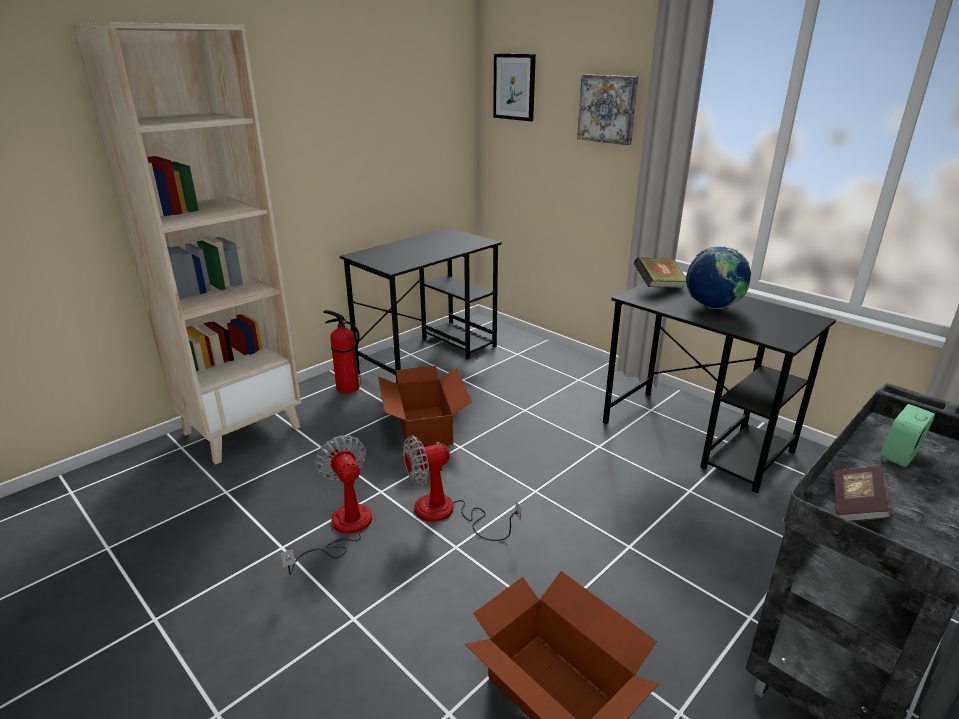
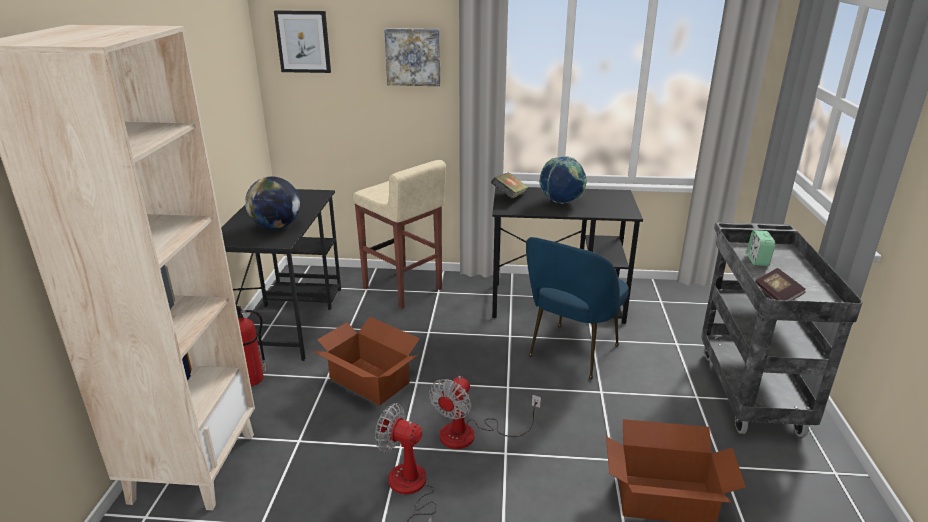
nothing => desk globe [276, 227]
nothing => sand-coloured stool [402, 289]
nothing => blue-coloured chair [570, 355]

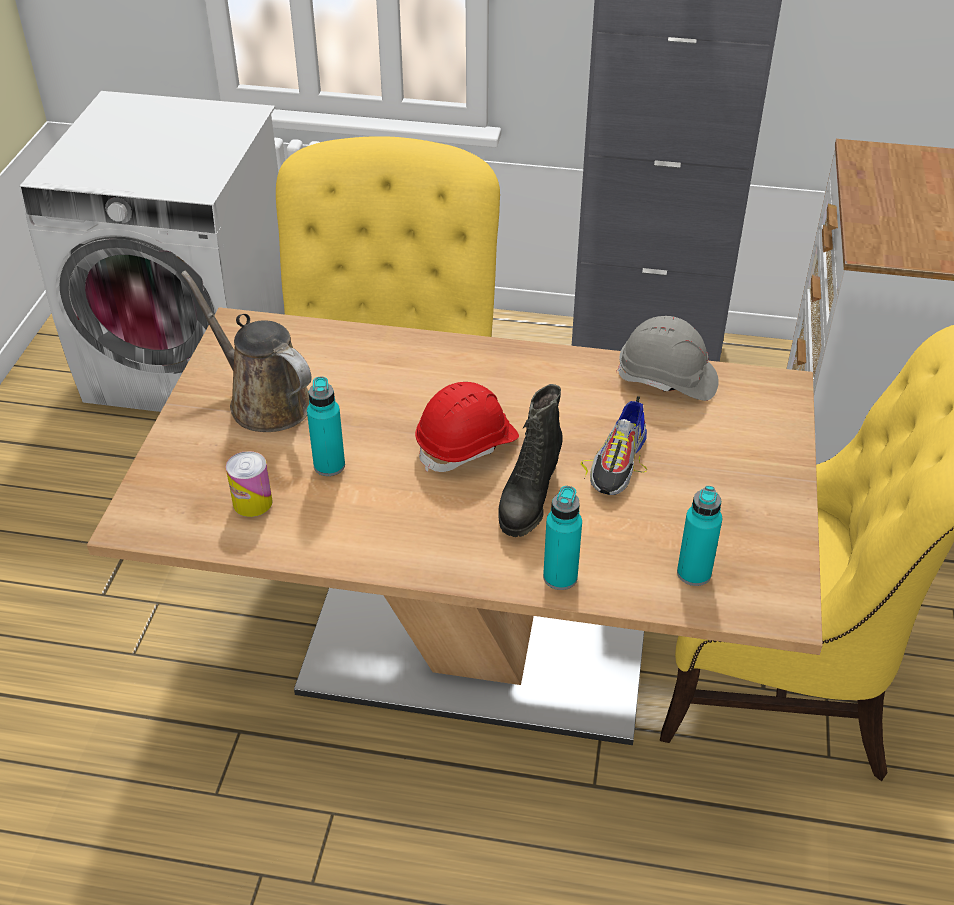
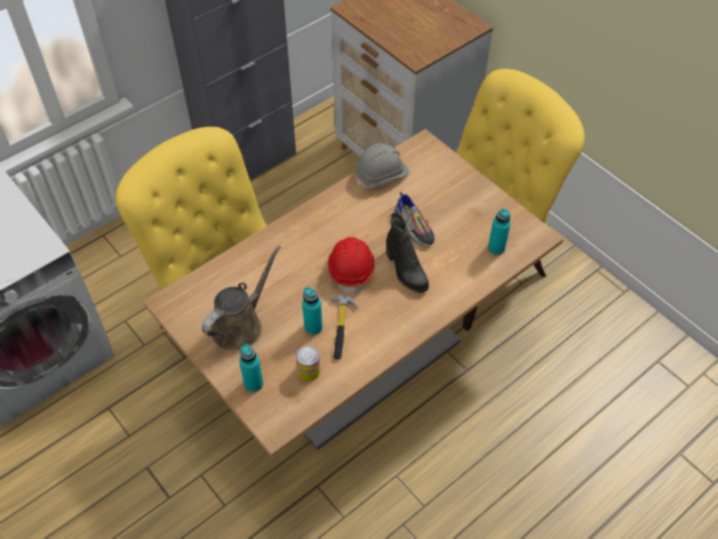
brown-coloured watering can [264, 401] => brown-coloured watering can [240, 325], 135 degrees clockwise
turquoise bottle [560, 577] => turquoise bottle [253, 384], shifted
nothing => tool hammer [341, 328]

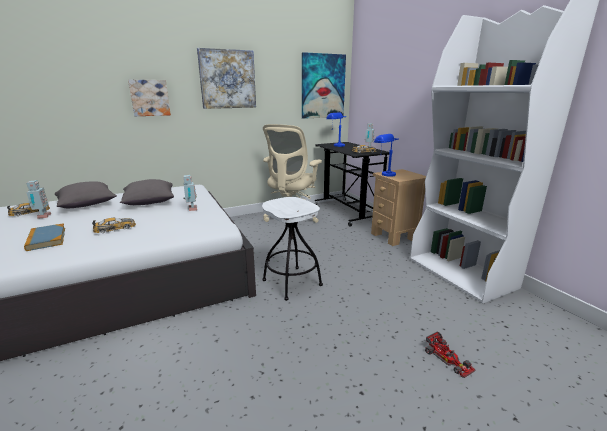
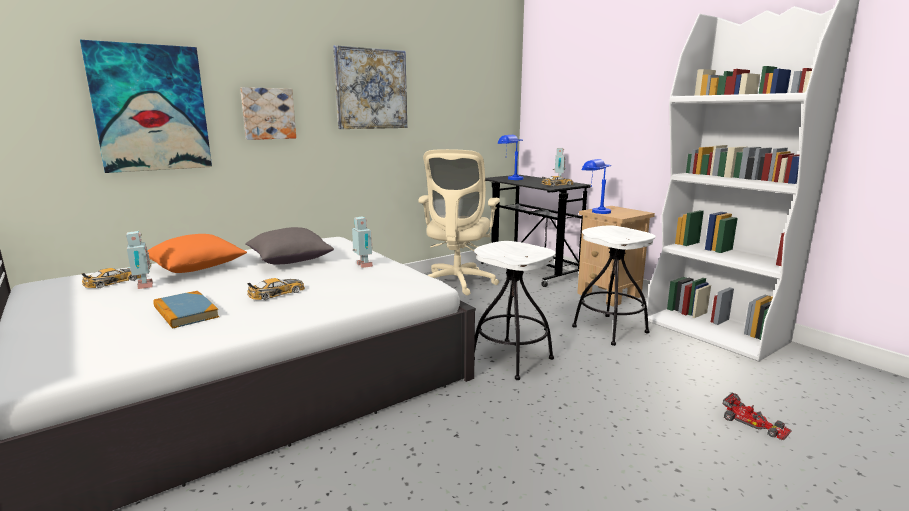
grey throw pillow [87, 204] => orange throw pillow [197, 268]
wall picture [323, 86] => wall picture [151, 108], shifted
nothing => white-coloured stool [610, 329]

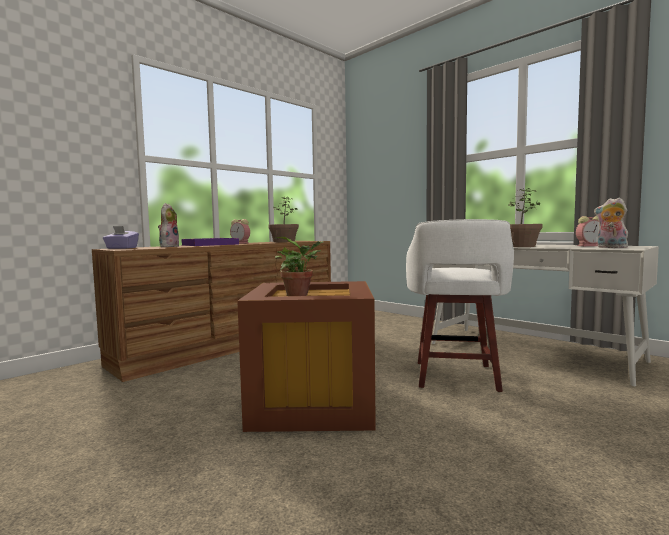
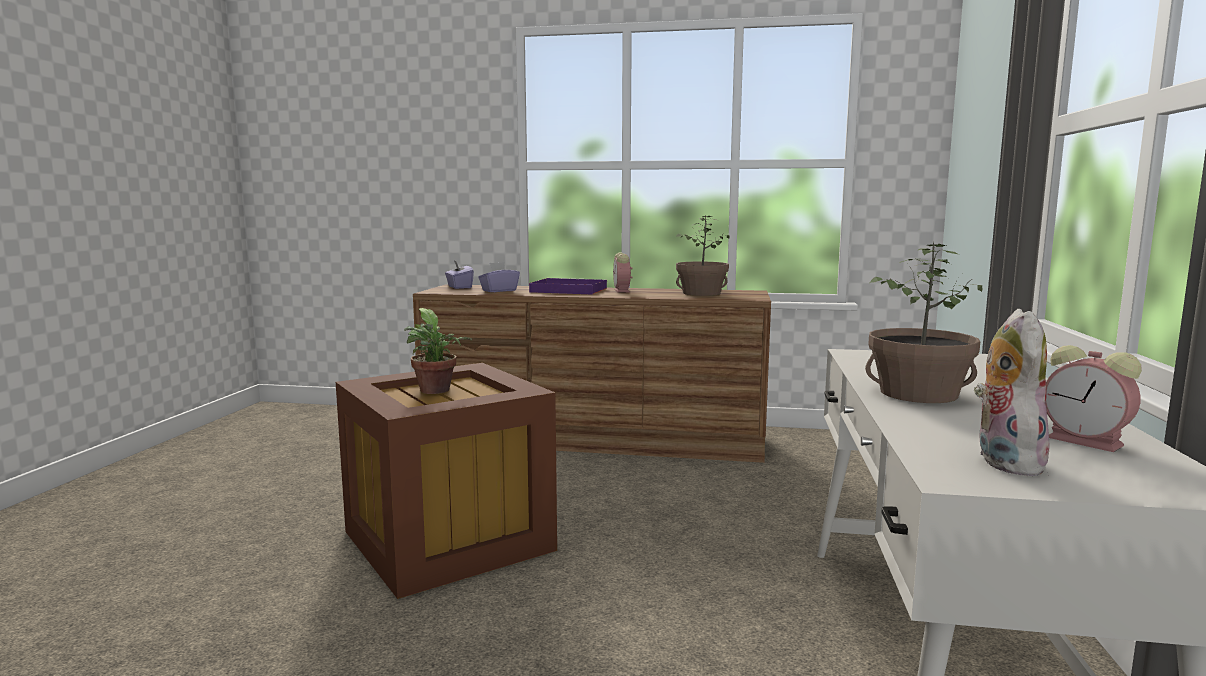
soft toy [169, 247] => purple box of tissues [499, 290]
white-coloured stool [456, 377] => nothing

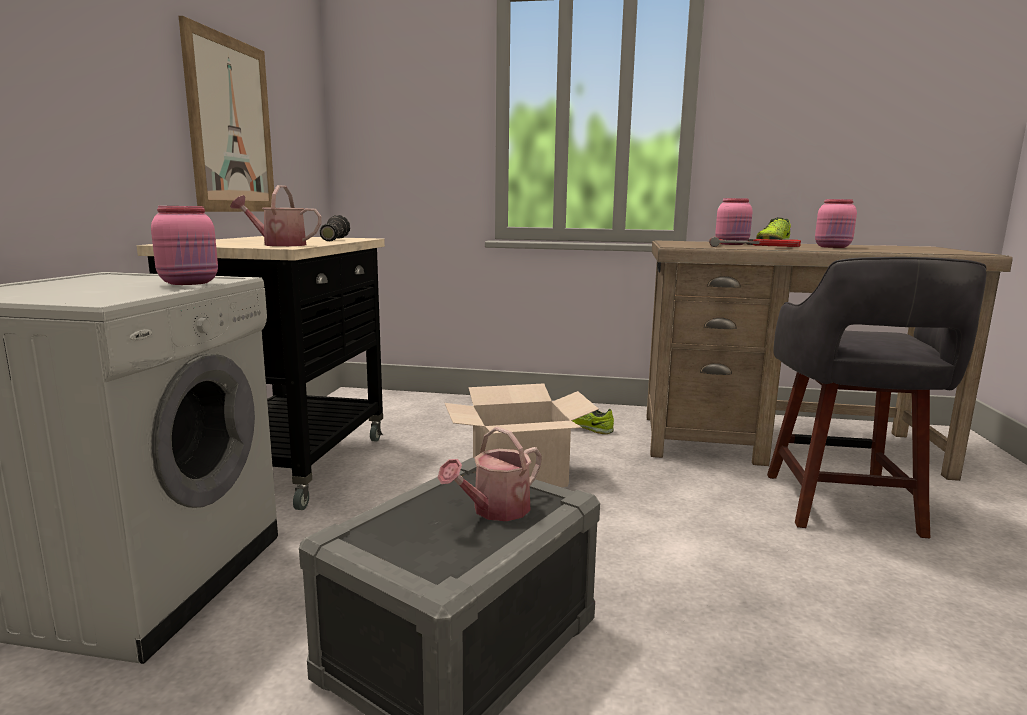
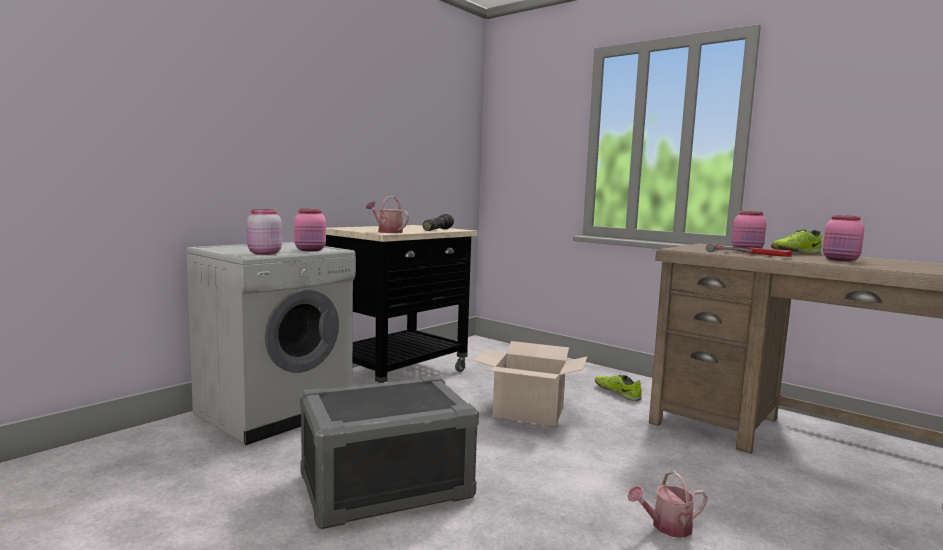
wall picture [231, 126] => nothing
watering can [495, 510] => watering can [666, 527], shifted
grey stool [841, 508] => nothing
nothing => pink-coloured storage jar [263, 253]

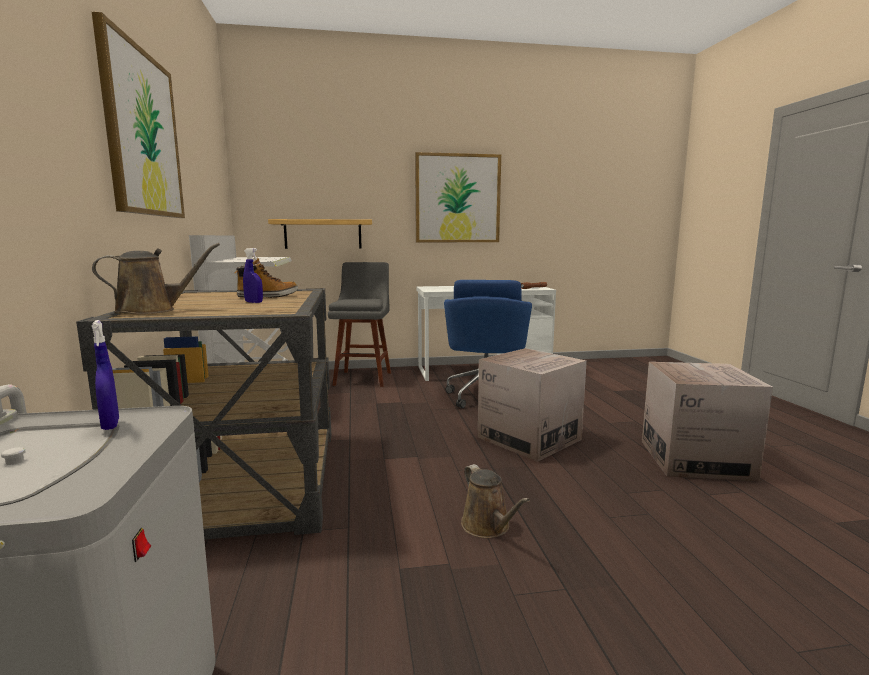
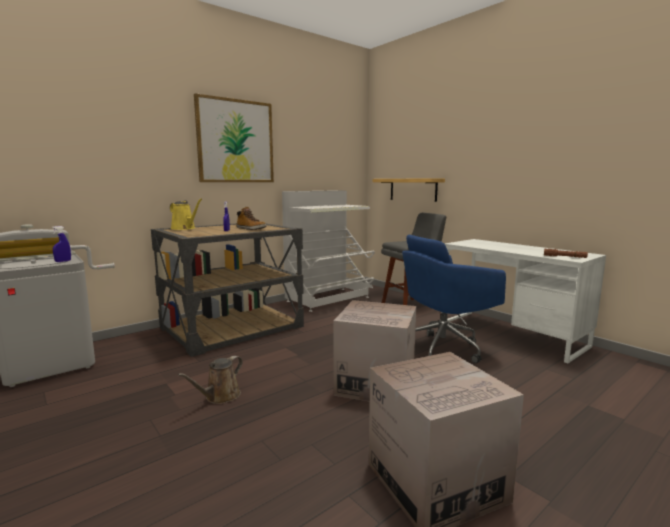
brown-coloured watering can [152, 310] => yellowish watering can [184, 228]
wall picture [457, 198] => nothing

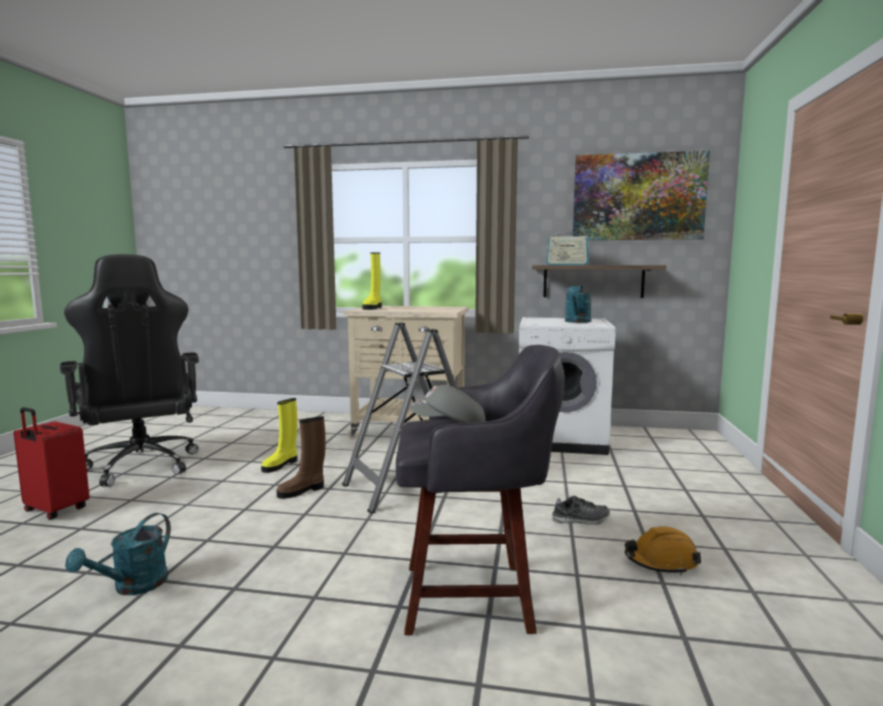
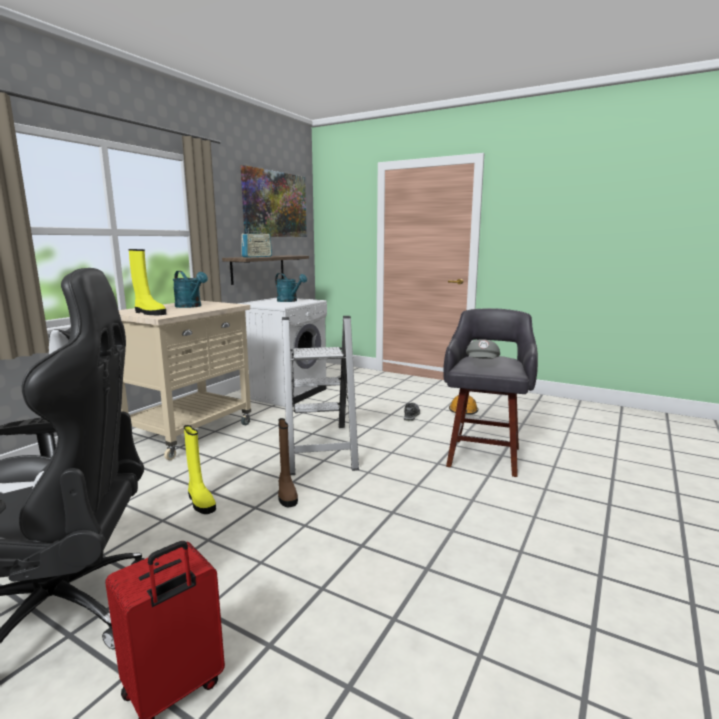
turquoise watering can [133, 587] => turquoise watering can [191, 306], shifted

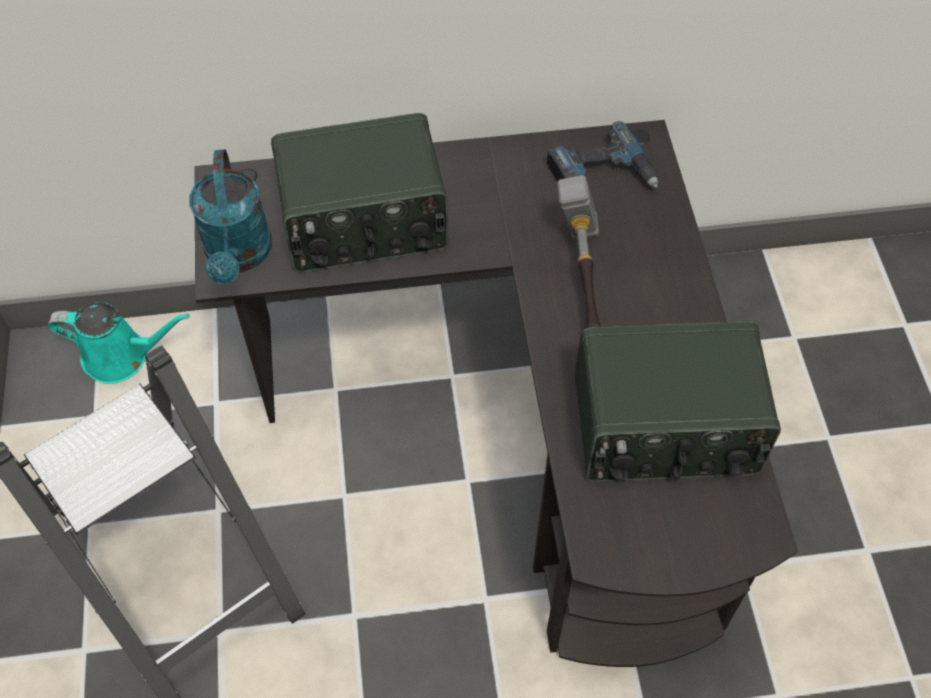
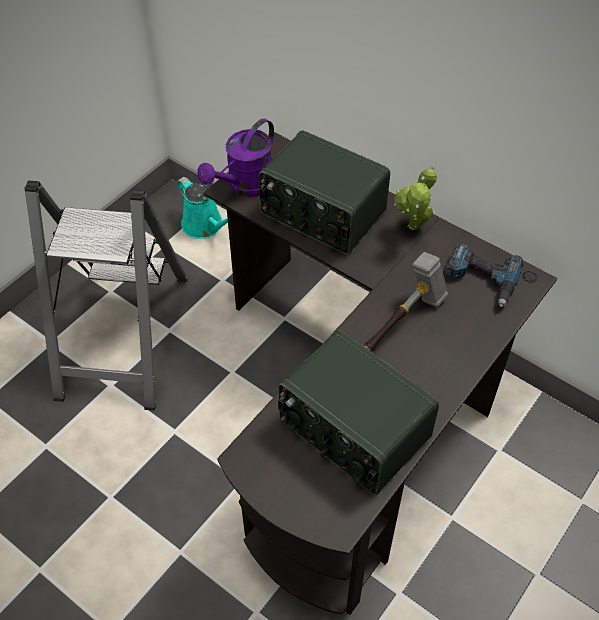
turquoise watering can [238, 256] => purple watering can [245, 187]
nothing => houseplant [413, 229]

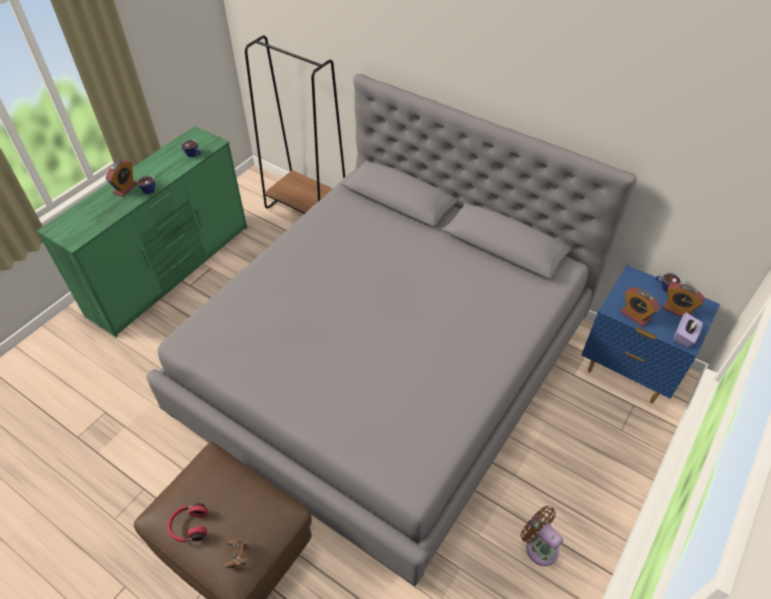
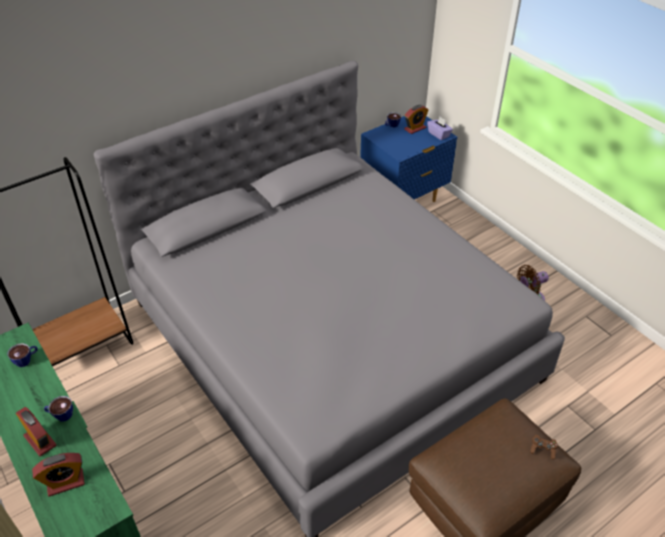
reddish headphones [189, 526] => nothing
bedside clock [635, 315] => bedside clock [65, 482], shifted

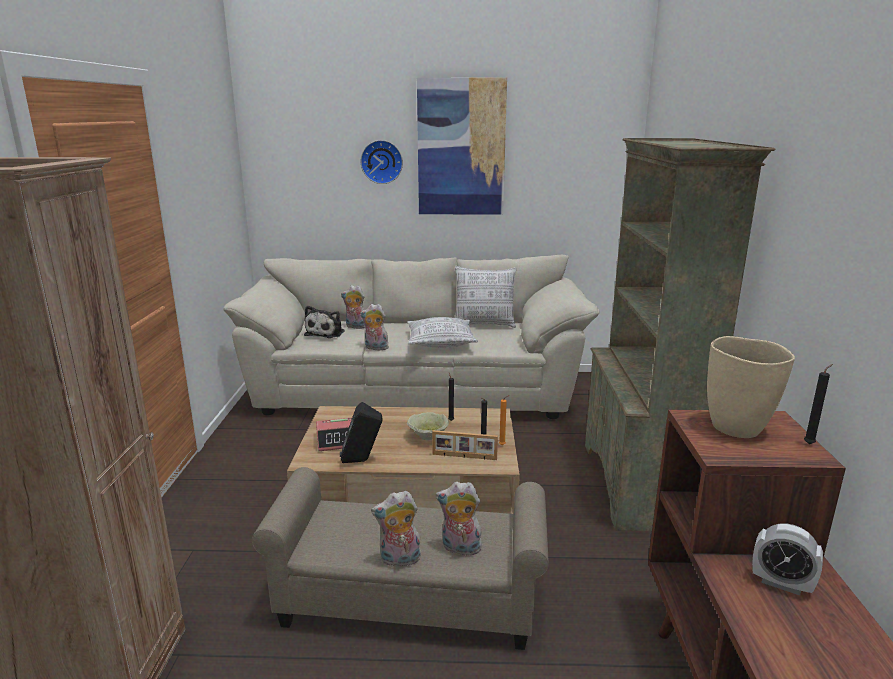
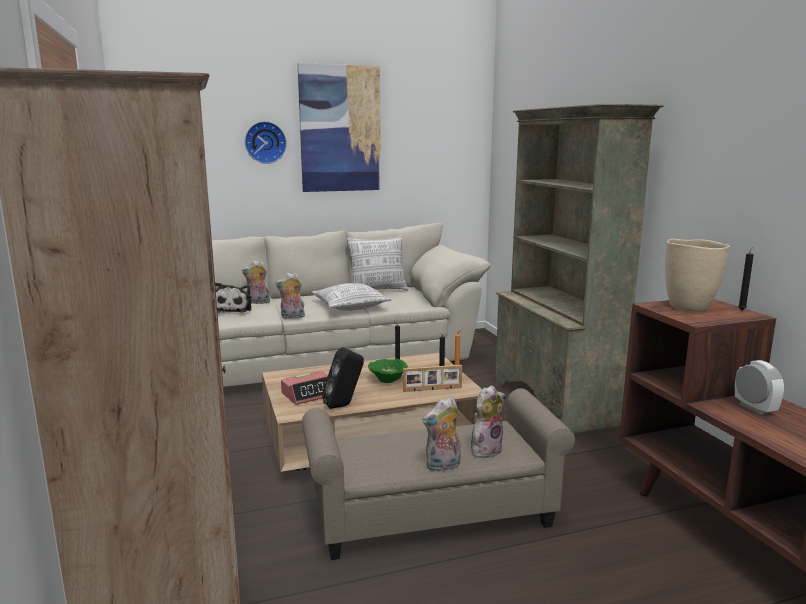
sand-coloured deep dish [427, 436] => greenish deep dish [387, 380]
soft toy [460, 549] => soft toy [486, 449], 150 degrees clockwise
bedside clock [781, 583] => bedside clock [755, 408], 120 degrees counterclockwise

